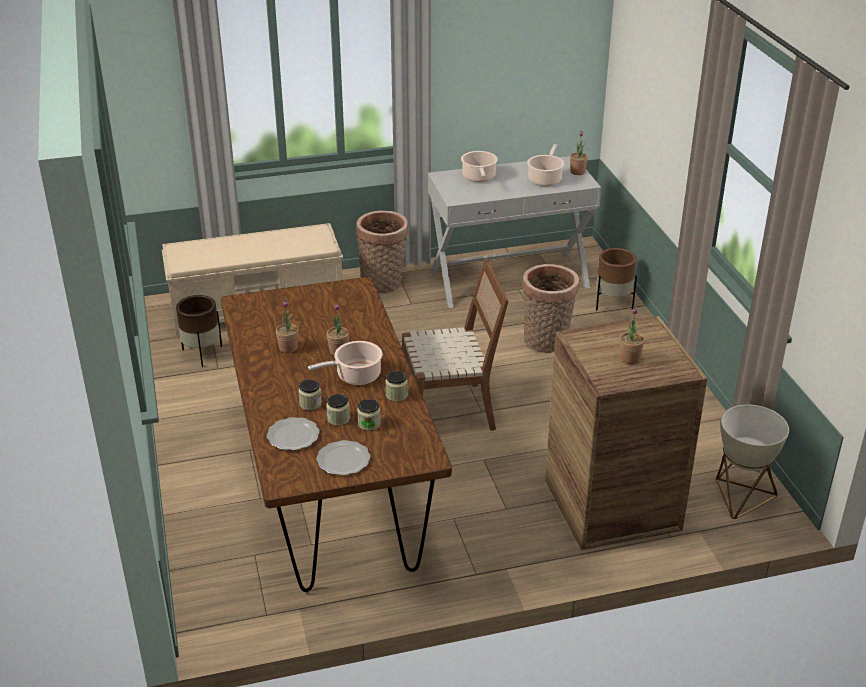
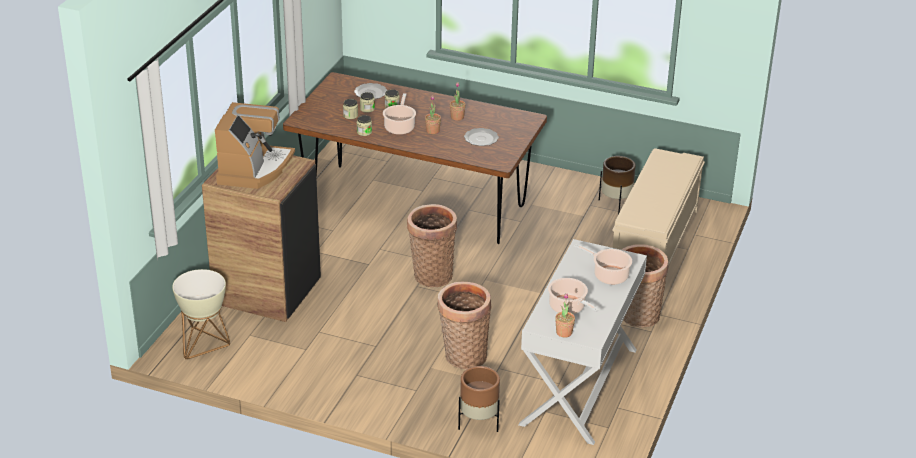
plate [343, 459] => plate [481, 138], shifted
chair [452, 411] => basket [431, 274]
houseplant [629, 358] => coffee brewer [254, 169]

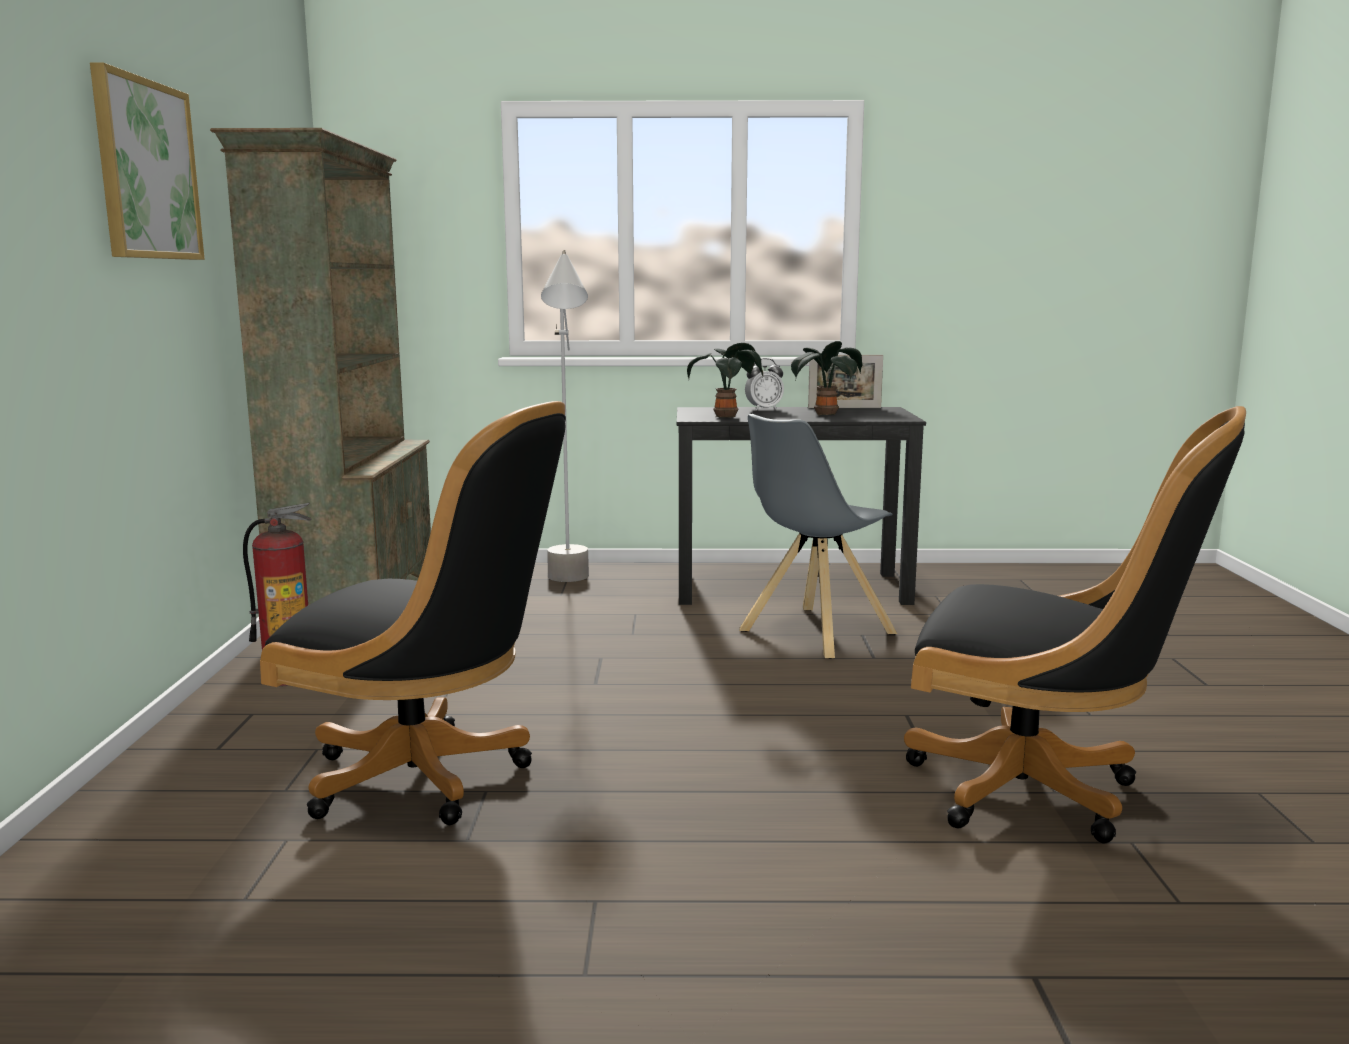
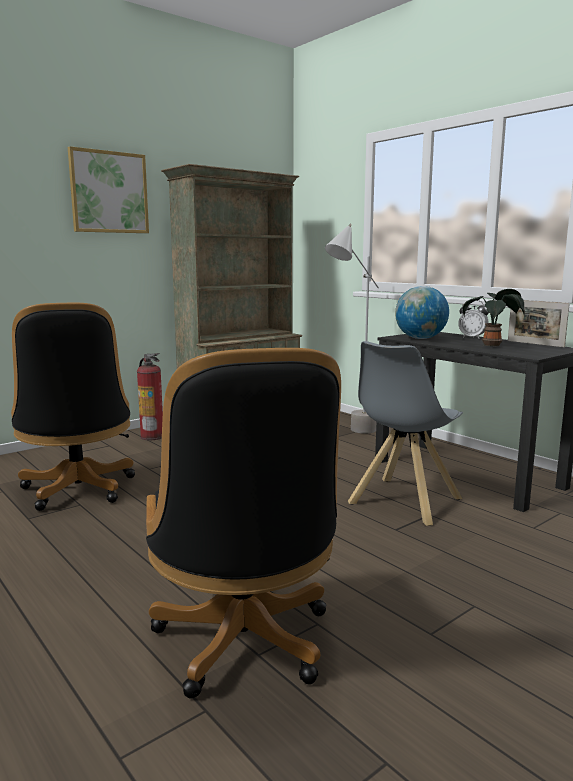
houseplant [727, 416] => desk globe [420, 338]
grey chair [813, 633] => grey chair [403, 502], 60 degrees counterclockwise

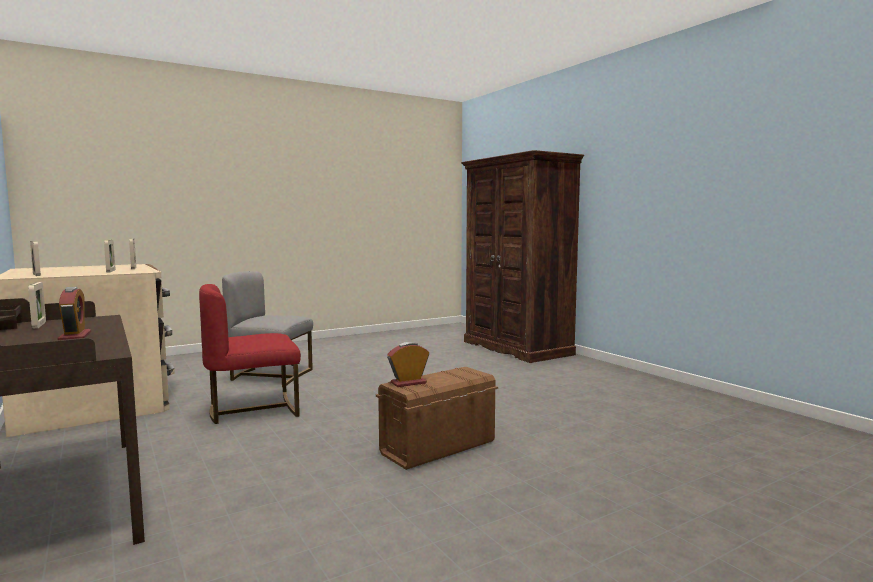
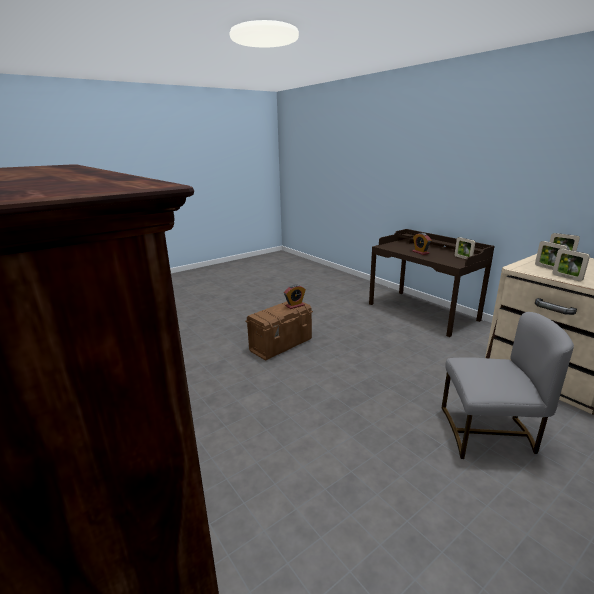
reddish chair [253, 409] => nothing

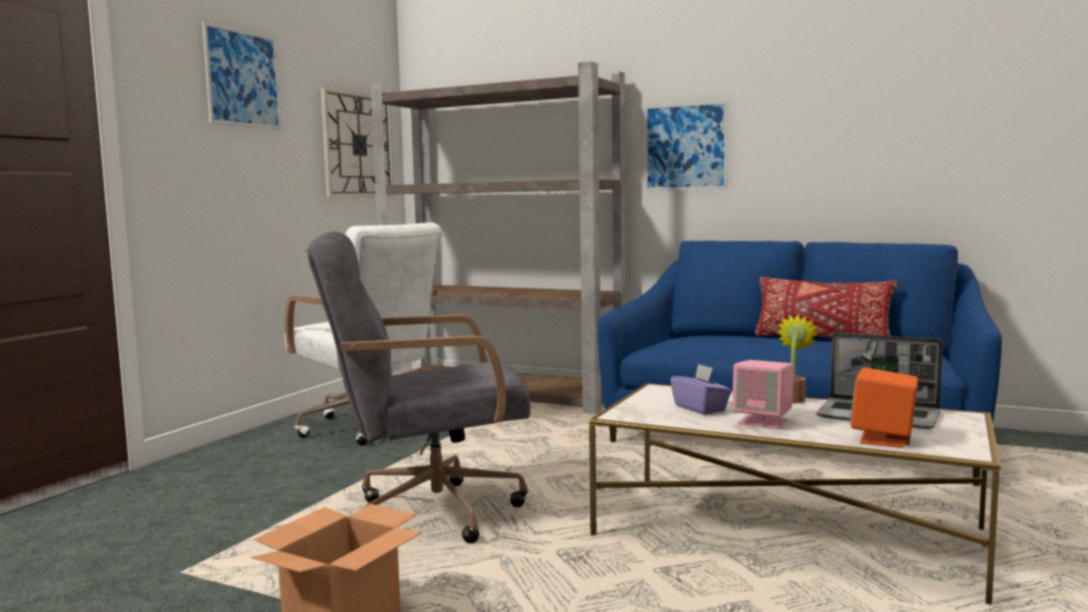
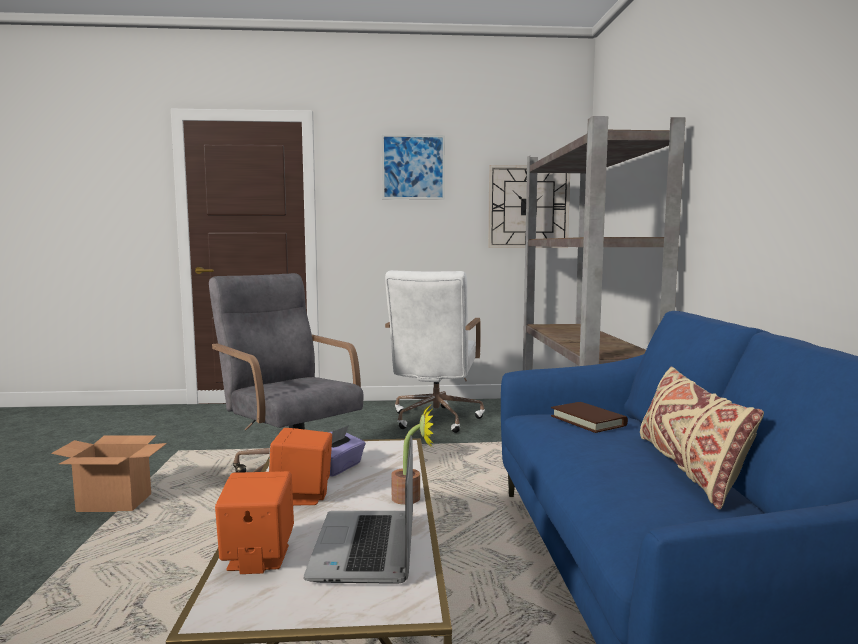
wall picture [685, 146] => nothing
pink-coloured audio speaker [763, 422] => orange audio speaker [302, 496]
reddish throw pillow [821, 339] => sand-coloured throw pillow [688, 468]
nothing => brown-coloured volume [588, 421]

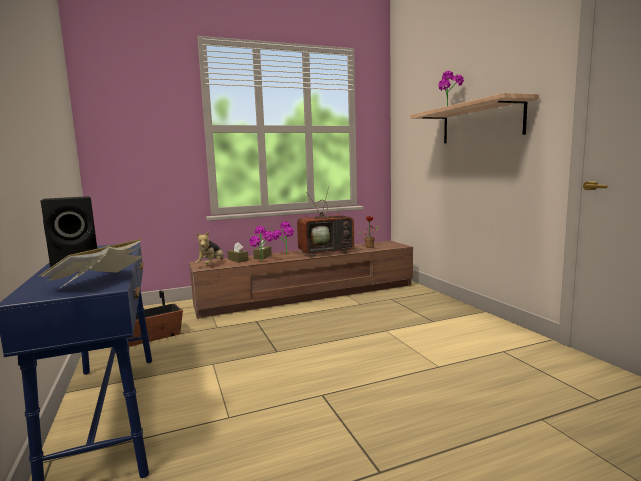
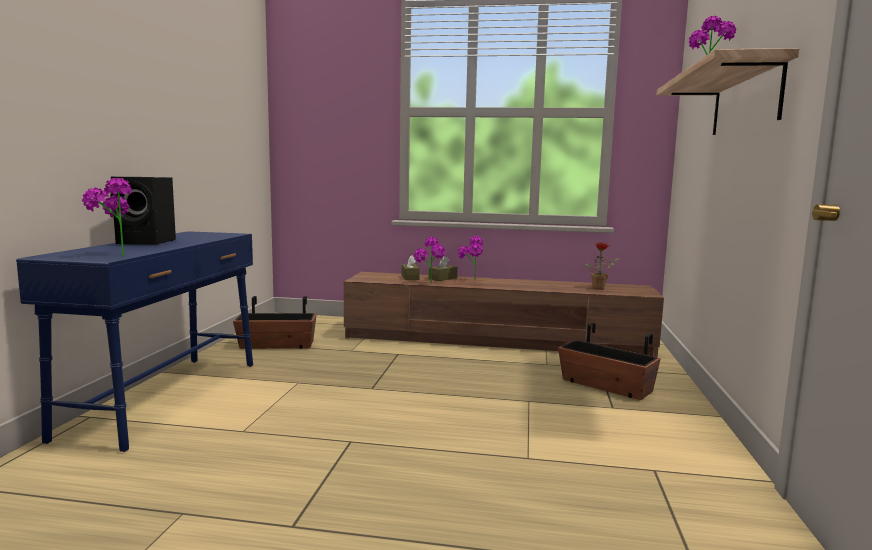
volume [99, 282] => houseplant [113, 255]
soft toy [211, 265] => nothing
television [327, 252] => nothing
nothing => plant pot [606, 386]

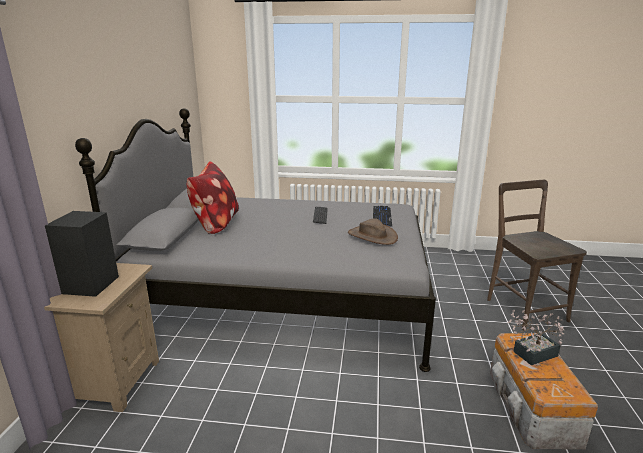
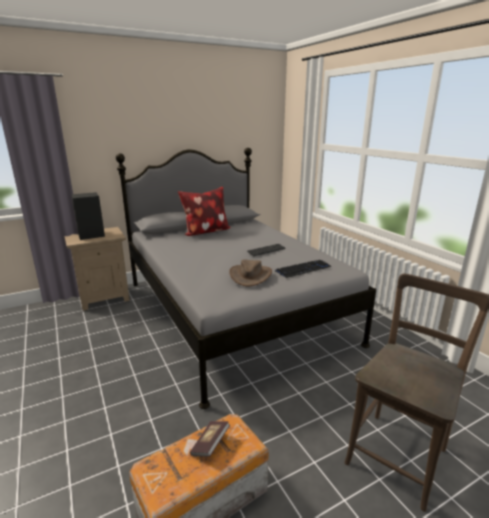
houseplant [531, 354] => volume [210, 444]

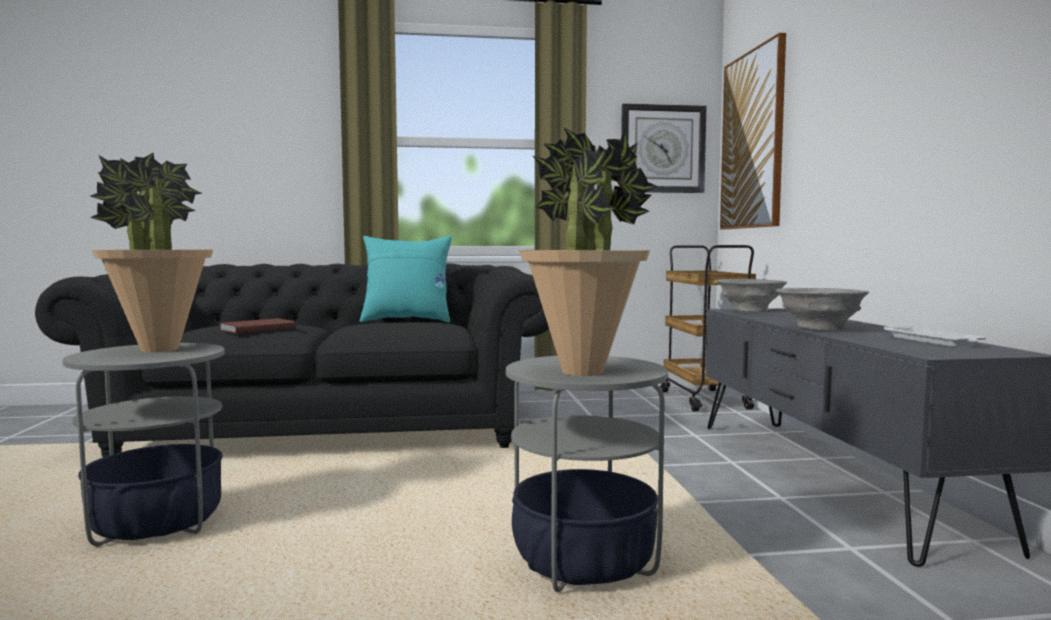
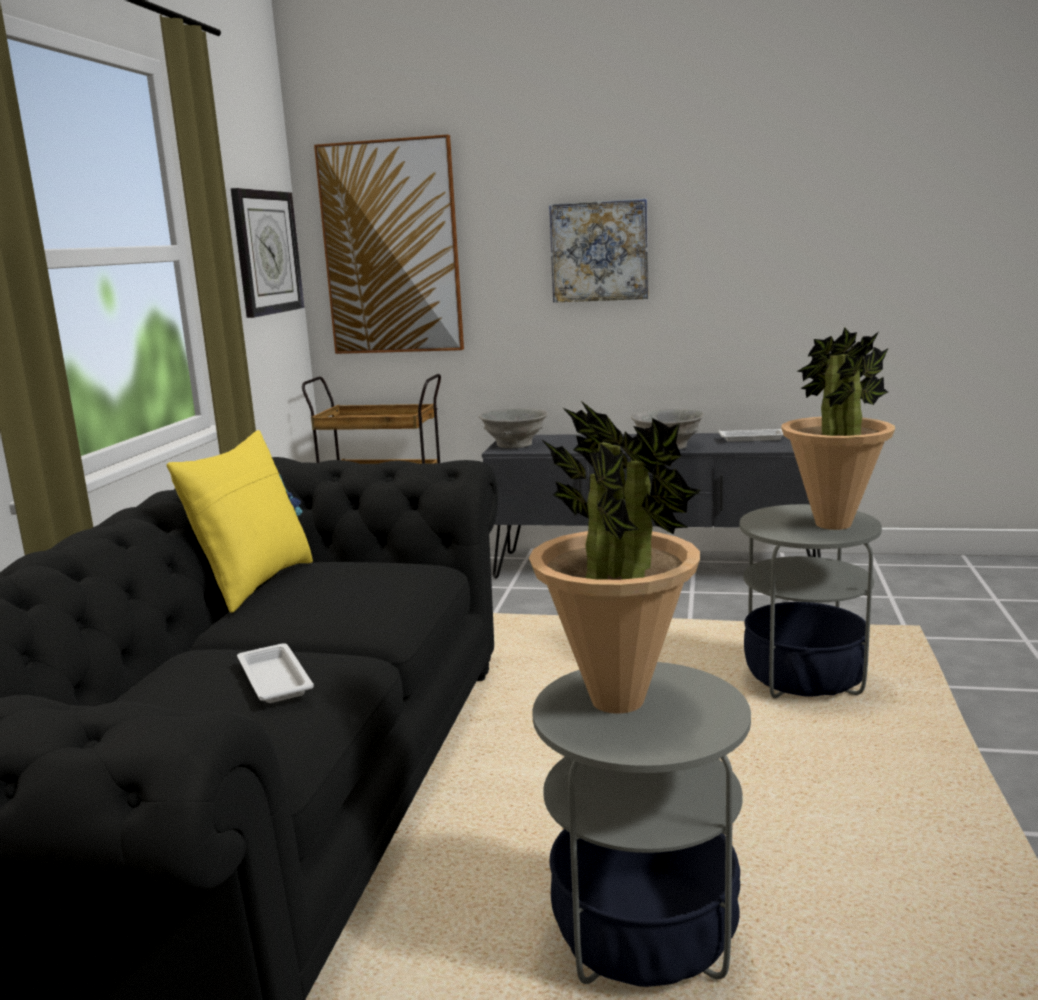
brown-coloured volume [256, 329] => white-coloured carrying tray [274, 679]
turquoise throw pillow [406, 321] => yellowish throw pillow [255, 585]
nothing => wall picture [599, 251]

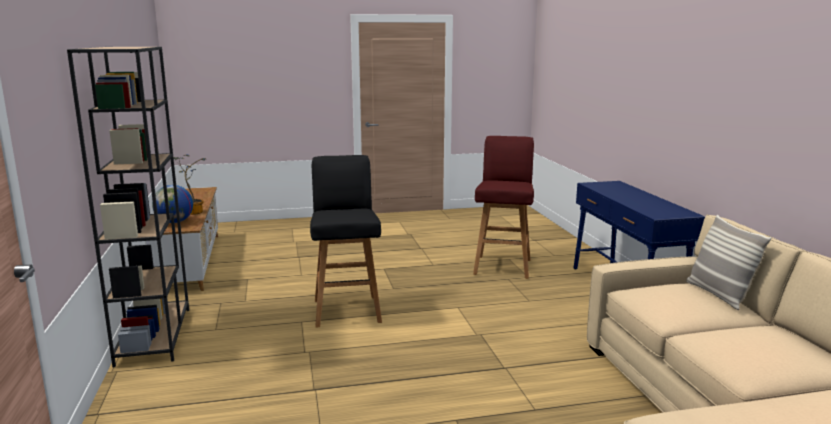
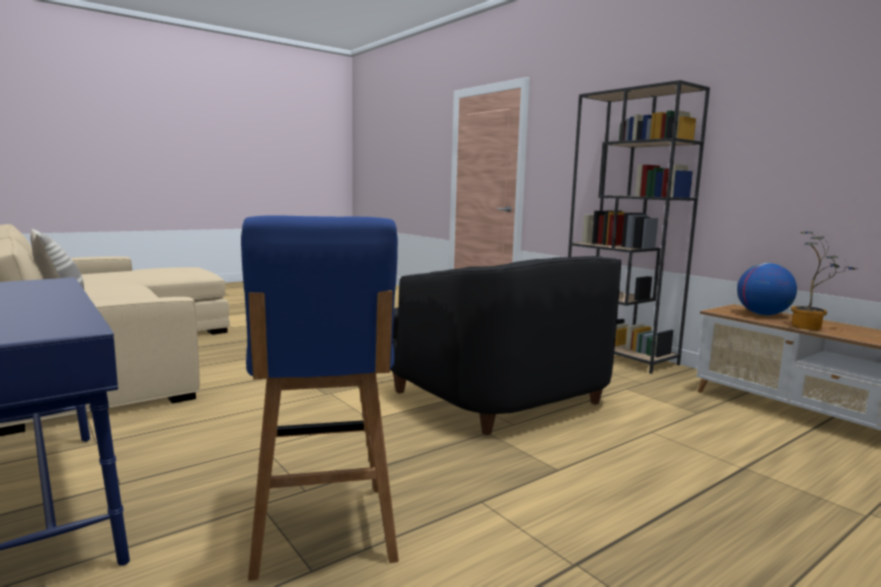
blackish stool [347, 310] => blackish easy chair [501, 396]
reddish stool [503, 266] => blue-coloured stool [322, 531]

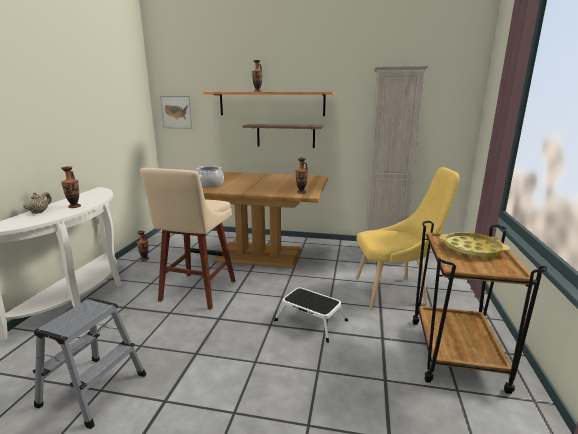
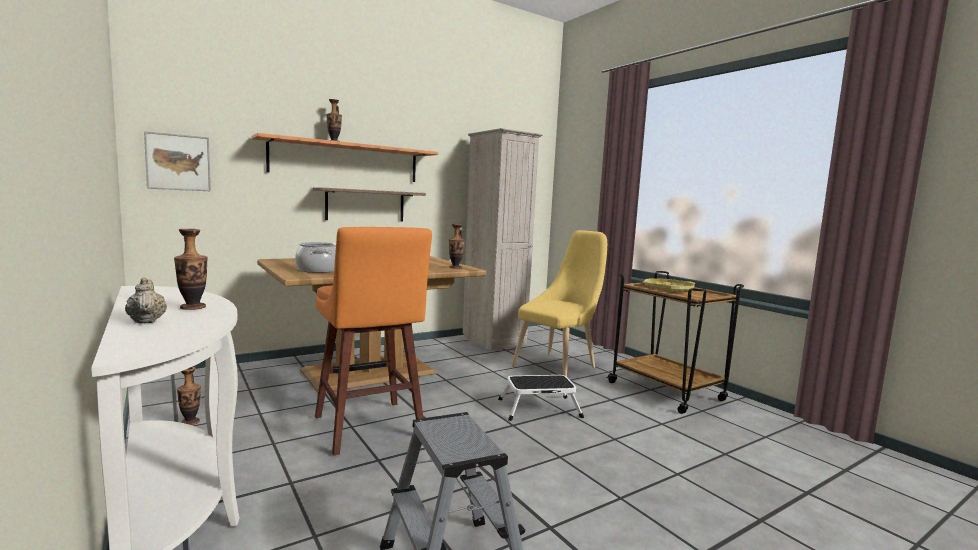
sand-coloured stool [197, 292] => orange stool [368, 428]

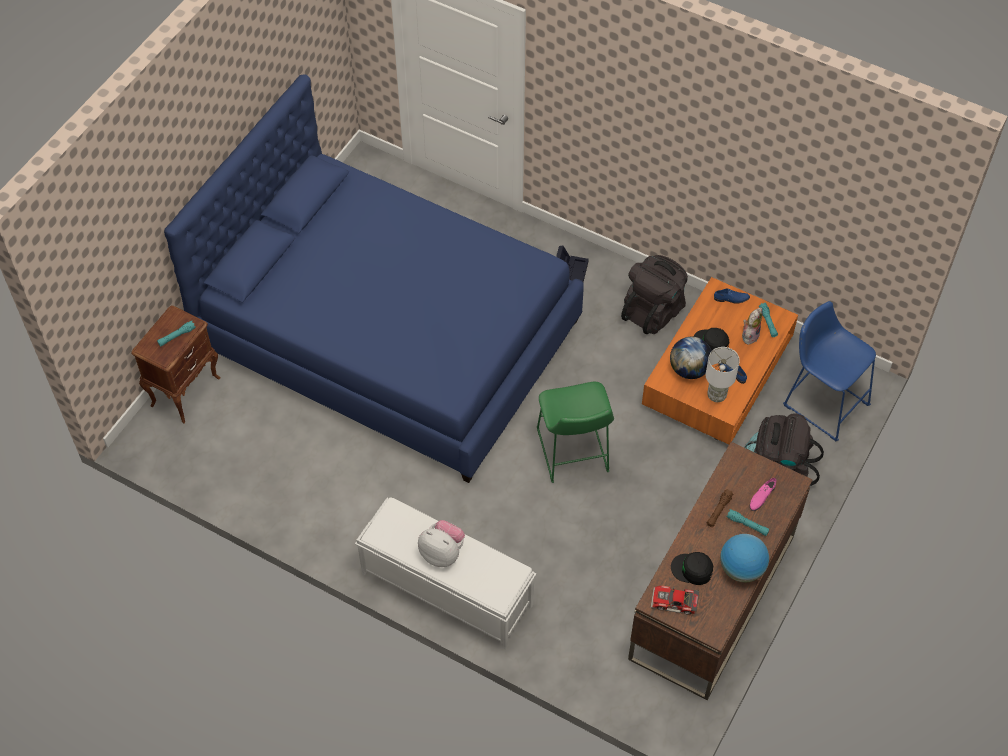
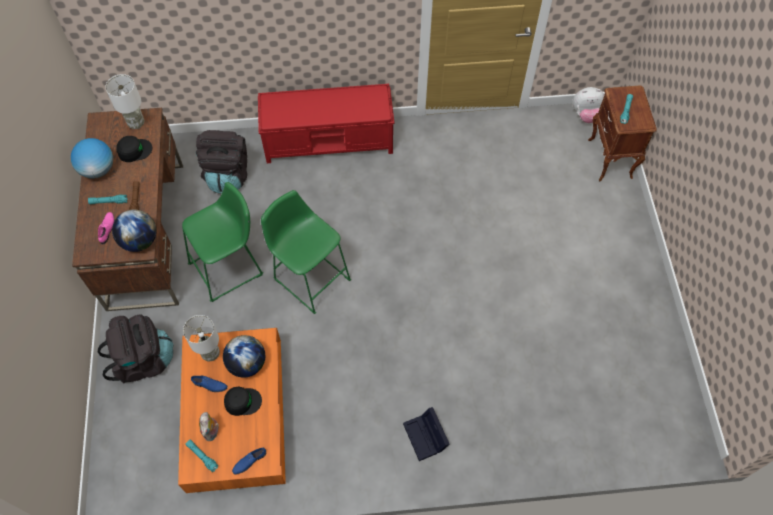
blue-coloured bedroom bed [388, 333] => nothing
white-coloured long seat [446, 588] => reddish long seat [329, 141]
soft toy [442, 553] => soft toy [585, 115], shifted
blackish knapsack [654, 310] => blackish knapsack [228, 175], shifted
miniature car [674, 603] => white-coloured lamp for a table [136, 123]
blue-coloured stool [822, 402] => nothing
nothing => desk globe [139, 241]
nothing => greenish stool [230, 267]

